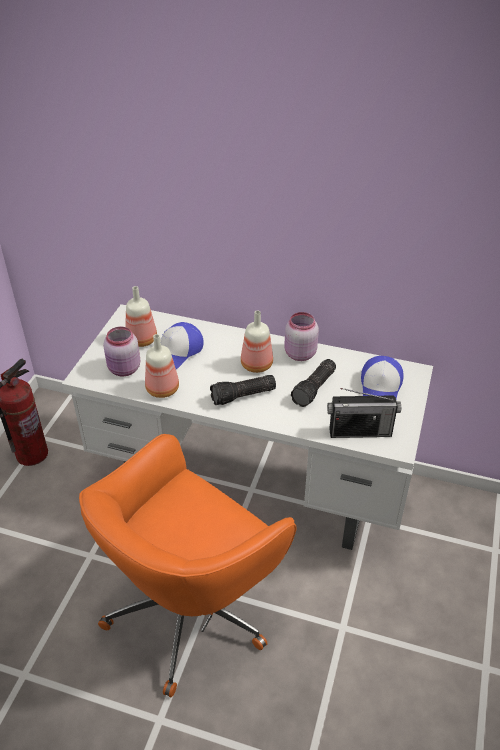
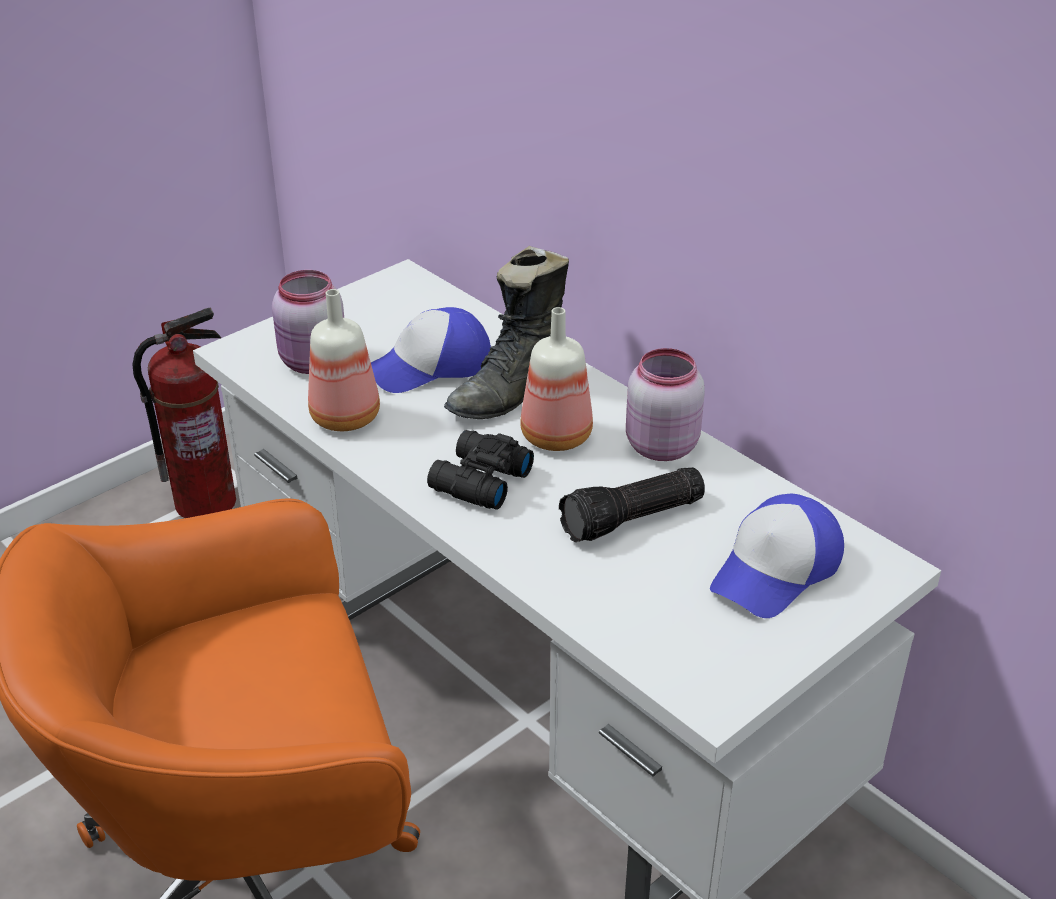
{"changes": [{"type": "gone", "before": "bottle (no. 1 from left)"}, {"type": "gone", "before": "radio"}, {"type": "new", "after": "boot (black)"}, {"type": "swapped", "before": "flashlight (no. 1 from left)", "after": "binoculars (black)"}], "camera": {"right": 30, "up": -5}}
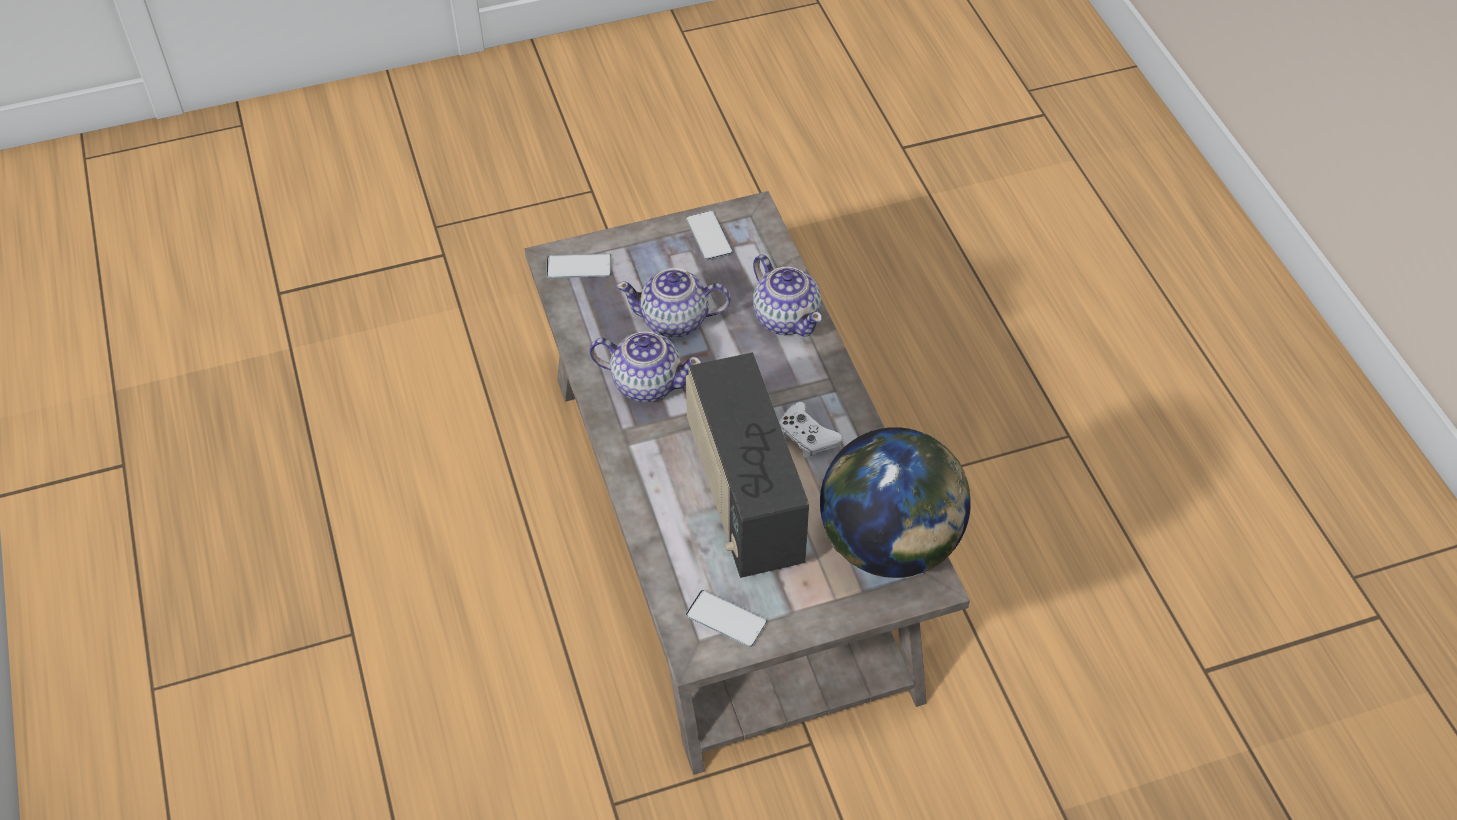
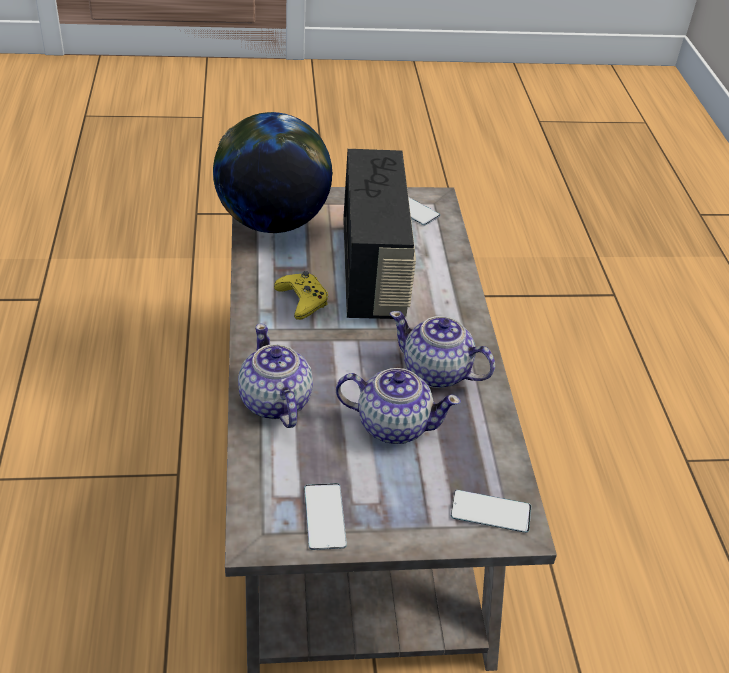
{"changes": [{"type": "repainted", "before": "game controller (white)", "after": "game controller (yellow)"}], "camera": {"right": -170, "up": -10}}
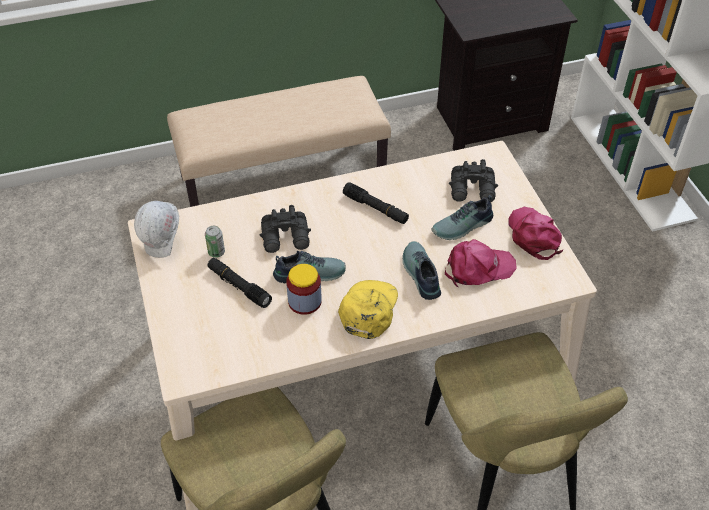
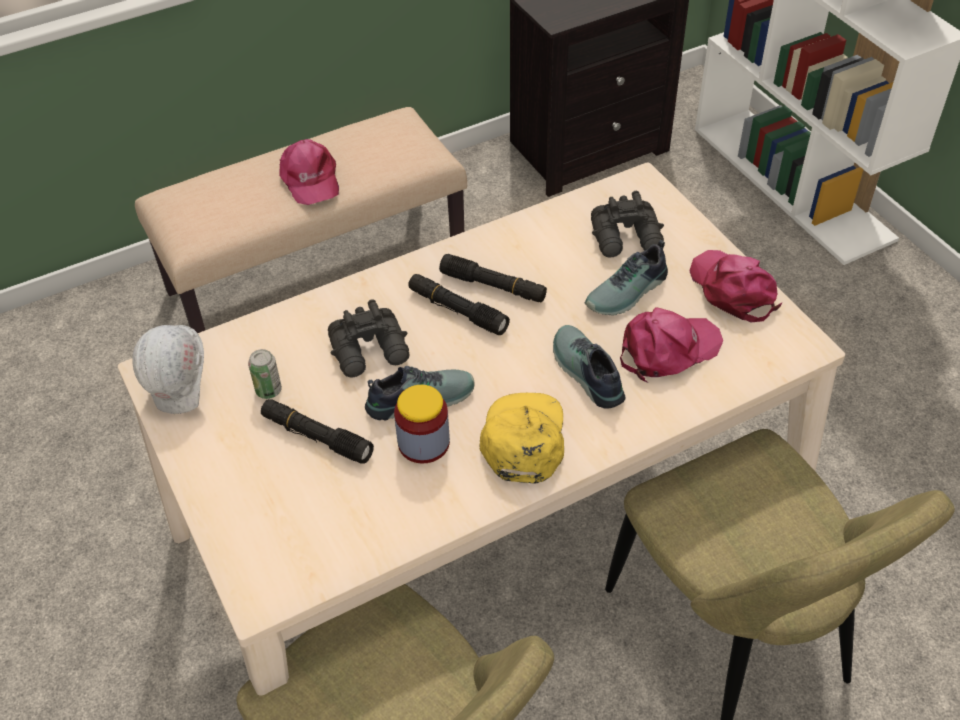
{"changes": [{"type": "new", "after": "cap (pink) (no. 1 from left)"}, {"type": "new", "after": "flashlight (black) (no. 2 from left)"}], "camera": {"right": -10, "up": 0}}
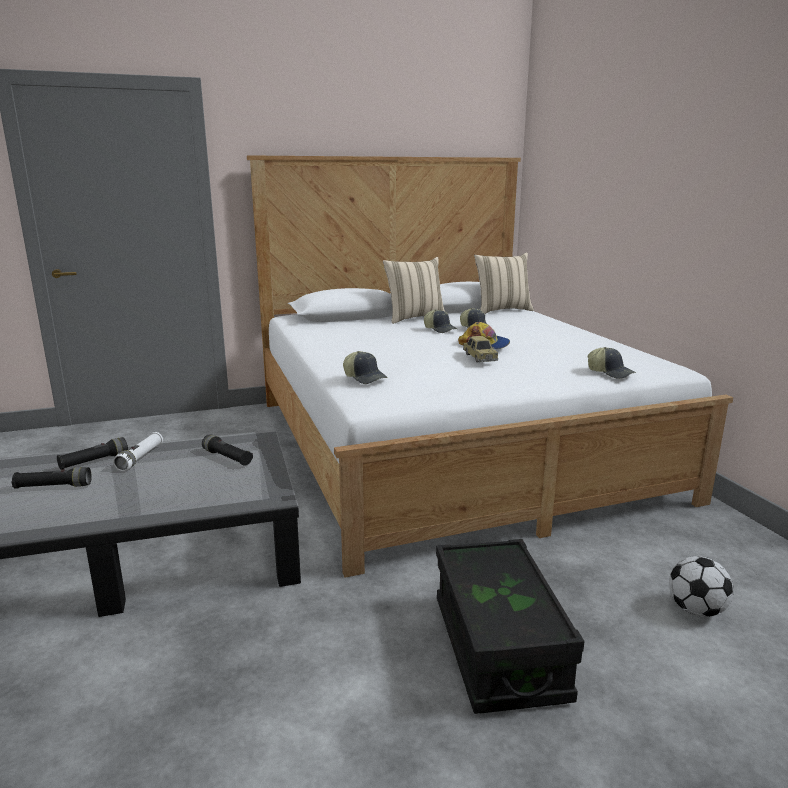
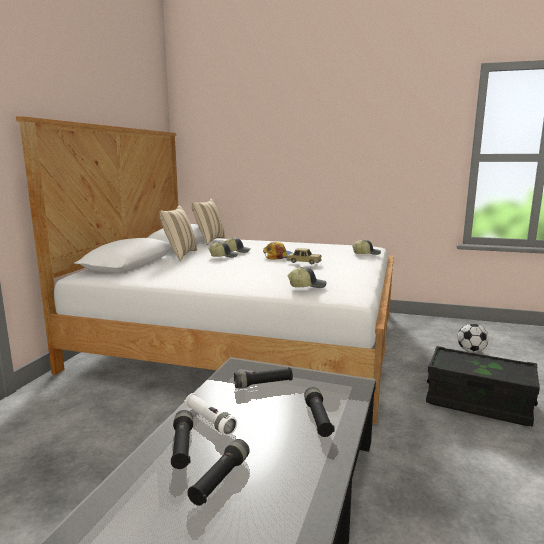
{"changes": [{"type": "new", "after": "flashlight (black) (no. 4 from left)"}], "camera": {"right": -55, "up": -5}}
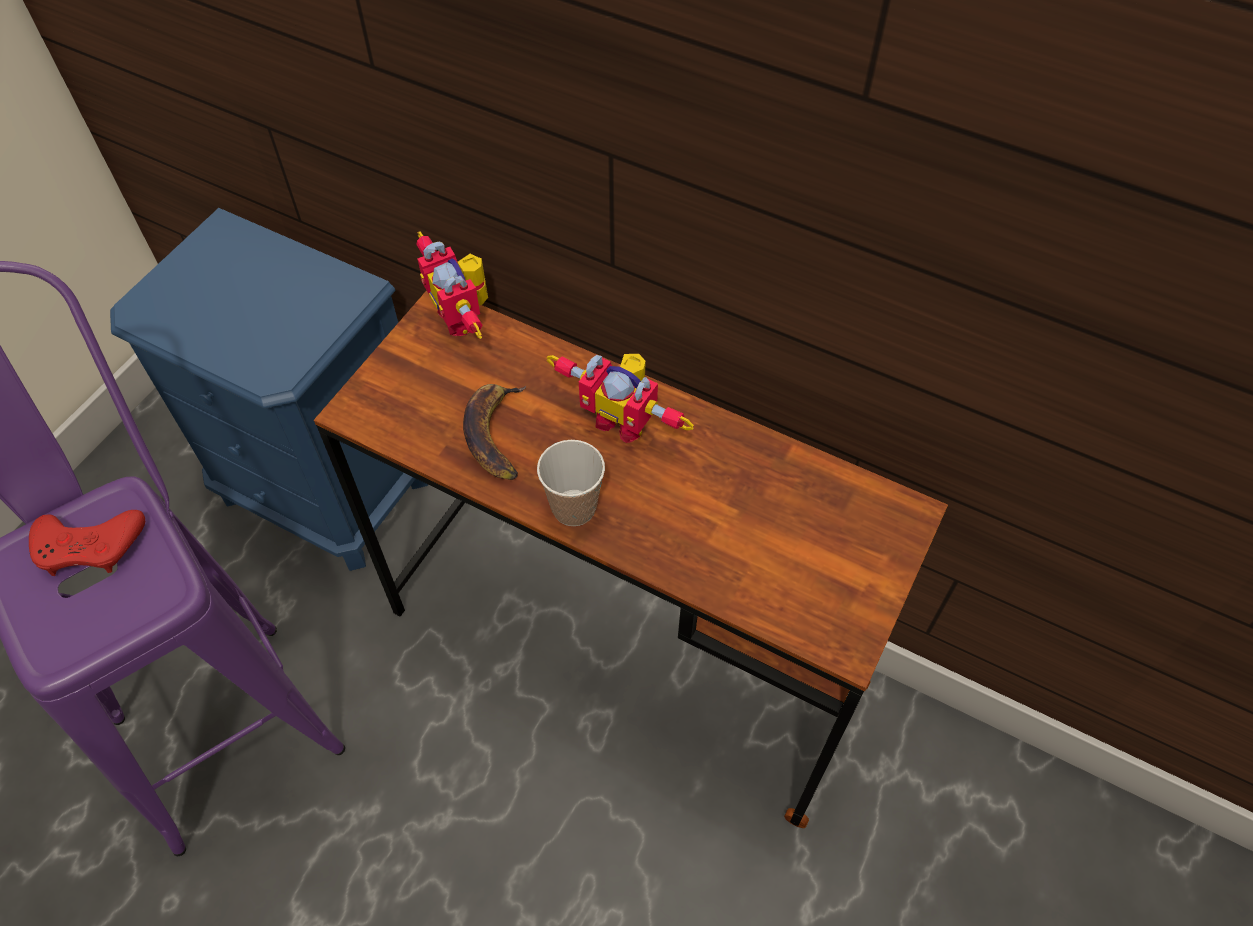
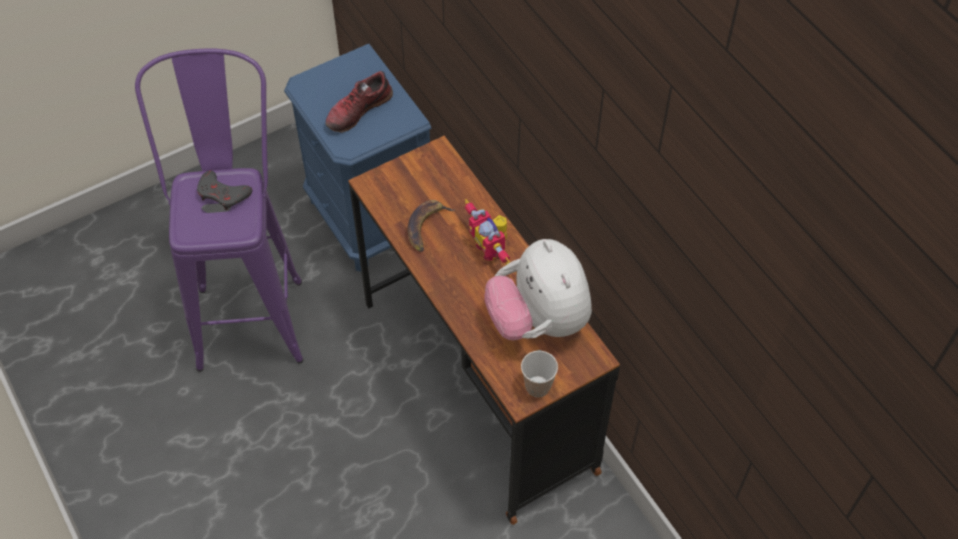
{"changes": [{"type": "gone", "before": "toy robot (no. 1 from left)"}, {"type": "new", "after": "shoe"}, {"type": "new", "after": "plush toy"}, {"type": "shifted", "before": "cup"}, {"type": "repainted", "before": "game controller (red)", "after": "game controller (grey)"}], "camera": {"right": 30, "up": 0}}
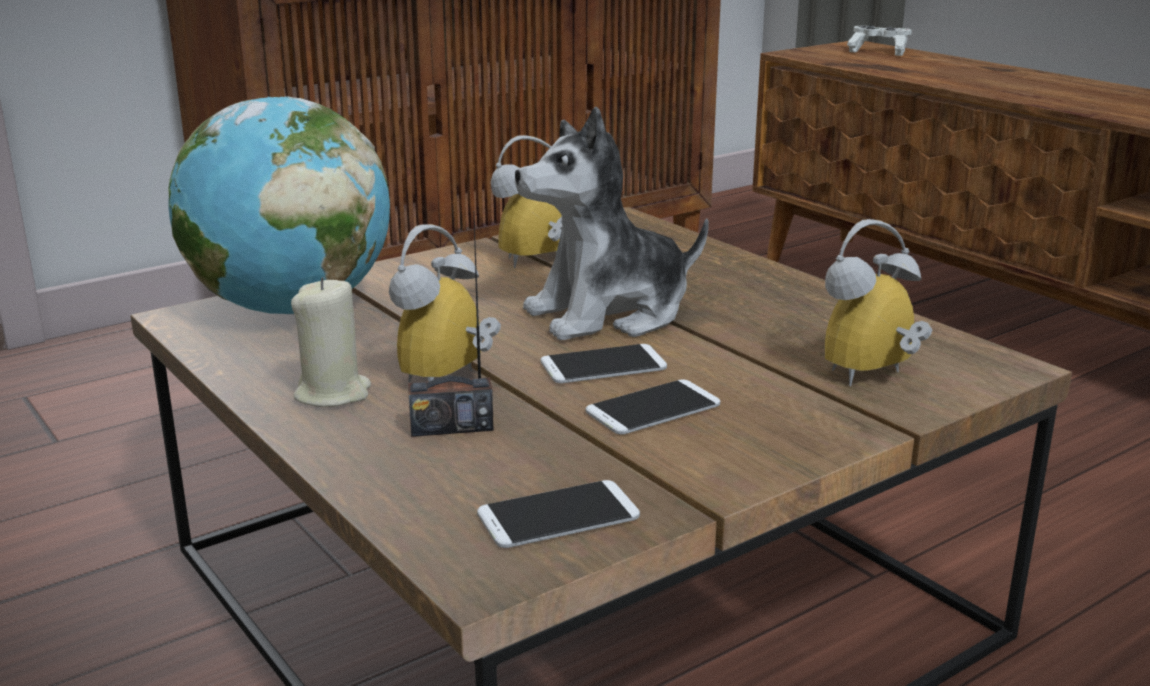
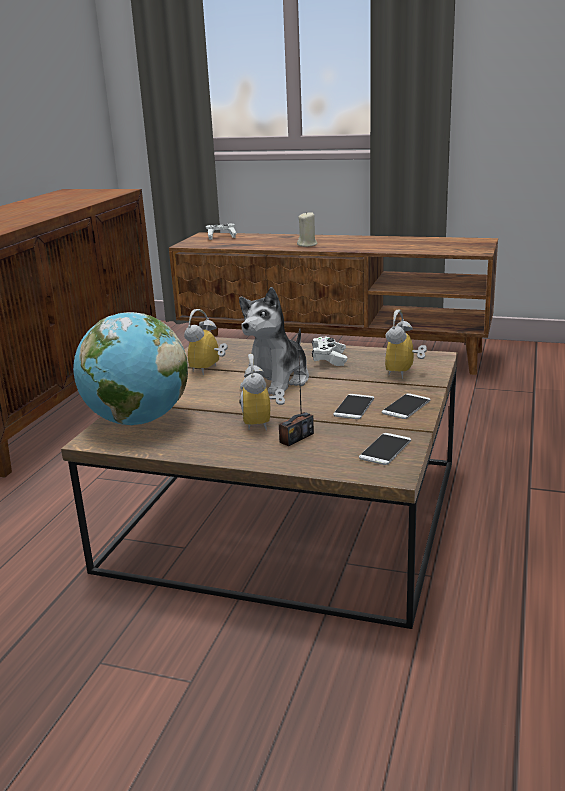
{"changes": [{"type": "new", "after": "game controller (white) (no. 2 from left)"}, {"type": "shifted", "before": "candle (beige)"}, {"type": "shifted", "before": "phone (no. 2 from left in the first image)", "after": "phone (no. 3 from left)"}], "camera": {"right": -35, "up": 0}}
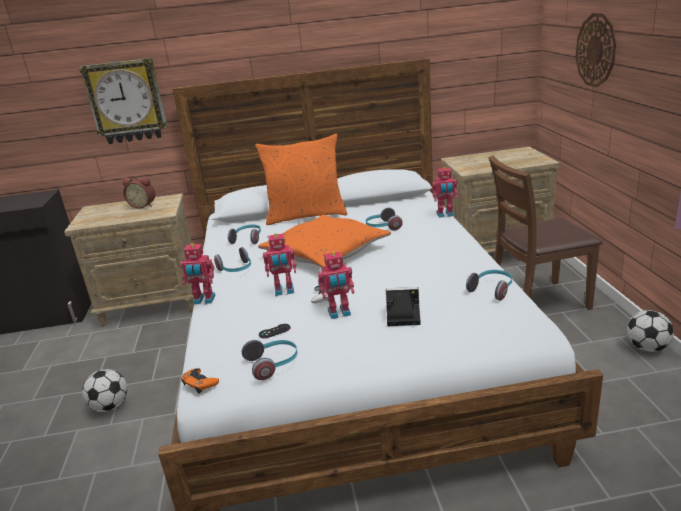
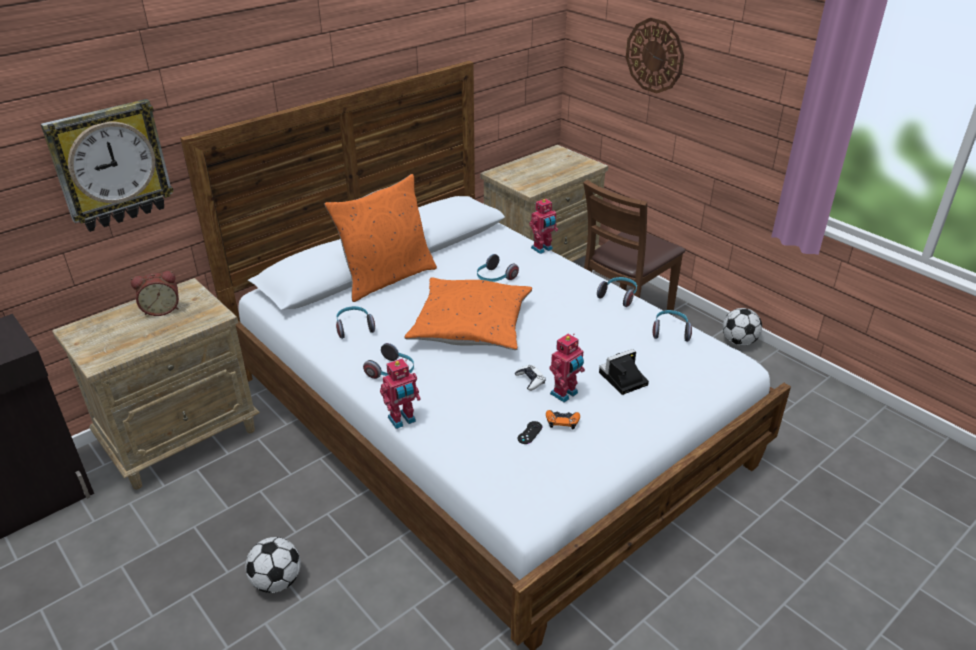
{"changes": [{"type": "gone", "before": "toy robot (no. 2 from left)"}, {"type": "shifted", "before": "game controller (orange)"}, {"type": "shifted", "before": "headphones (no. 3 from left in the first image)", "after": "headphones (no. 4 from left)"}], "camera": {"right": -35, "up": 10}}
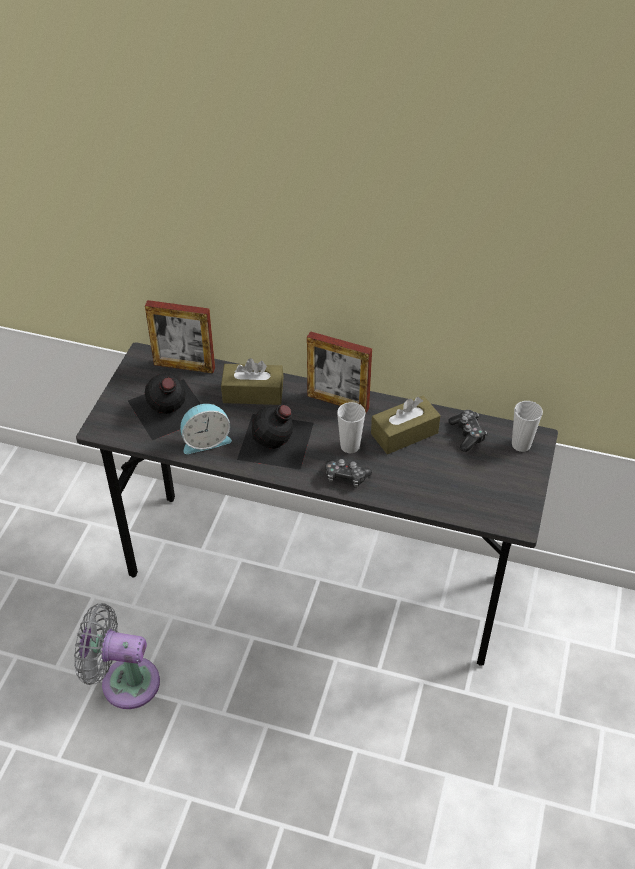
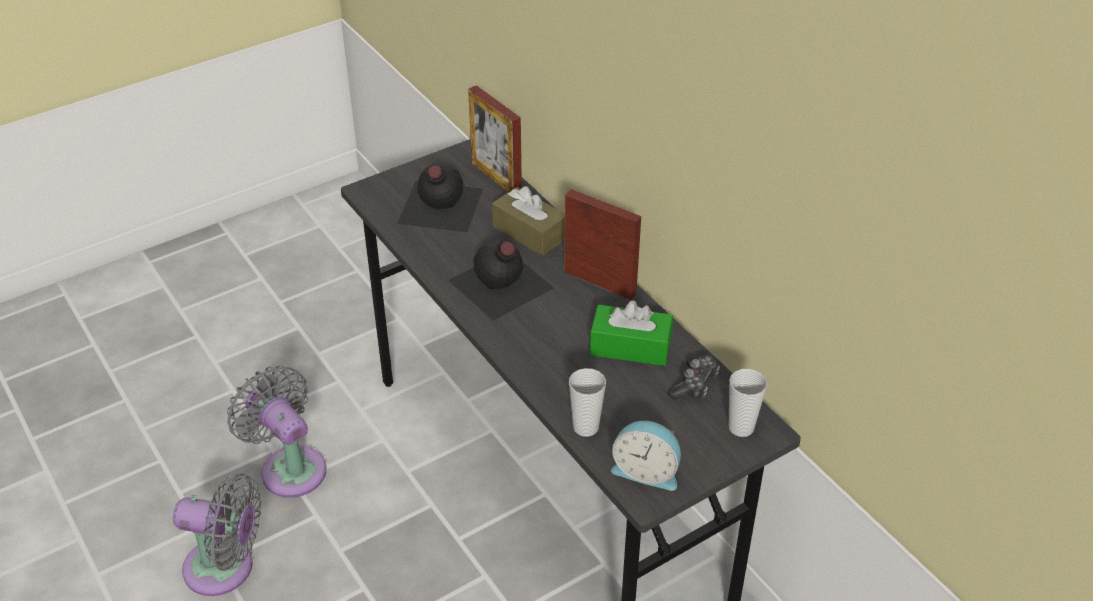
{"changes": [{"type": "gone", "before": "game controller (no. 1 from left)"}, {"type": "new", "after": "fan (grey) (no. 1 from left)"}, {"type": "shifted", "before": "alarm clock"}, {"type": "shifted", "before": "cup (no. 1 from left)"}, {"type": "repainted", "before": "tissue box (brown) (no. 2 from left)", "after": "tissue box (green)"}, {"type": "rotated", "before": "picture frame (no. 2 from left)", "turn": 150}], "camera": {"right": 40, "up": -5}}
